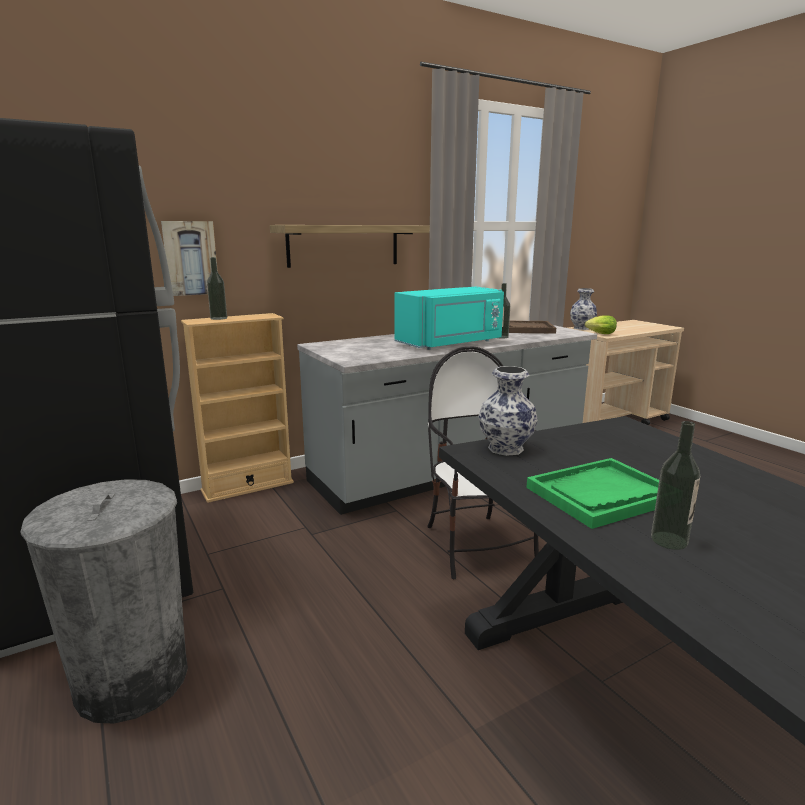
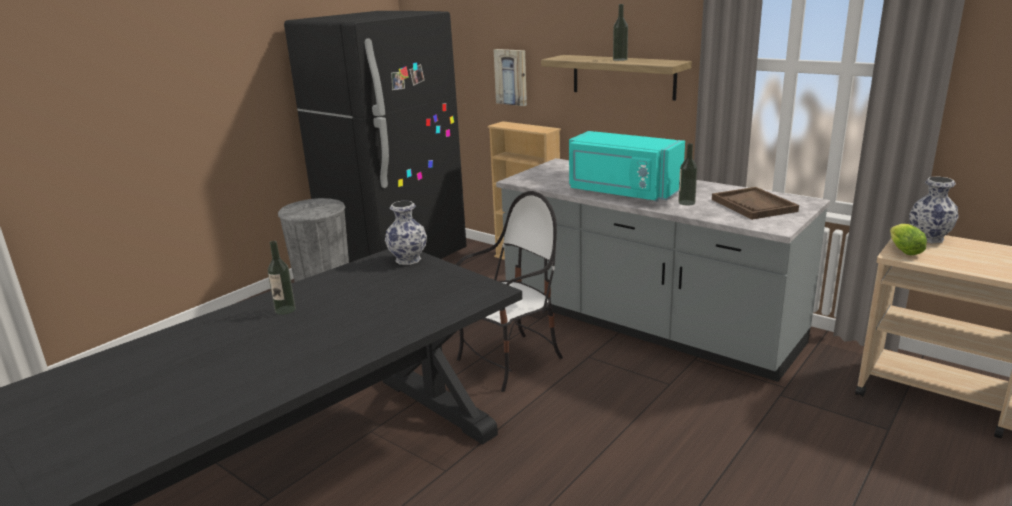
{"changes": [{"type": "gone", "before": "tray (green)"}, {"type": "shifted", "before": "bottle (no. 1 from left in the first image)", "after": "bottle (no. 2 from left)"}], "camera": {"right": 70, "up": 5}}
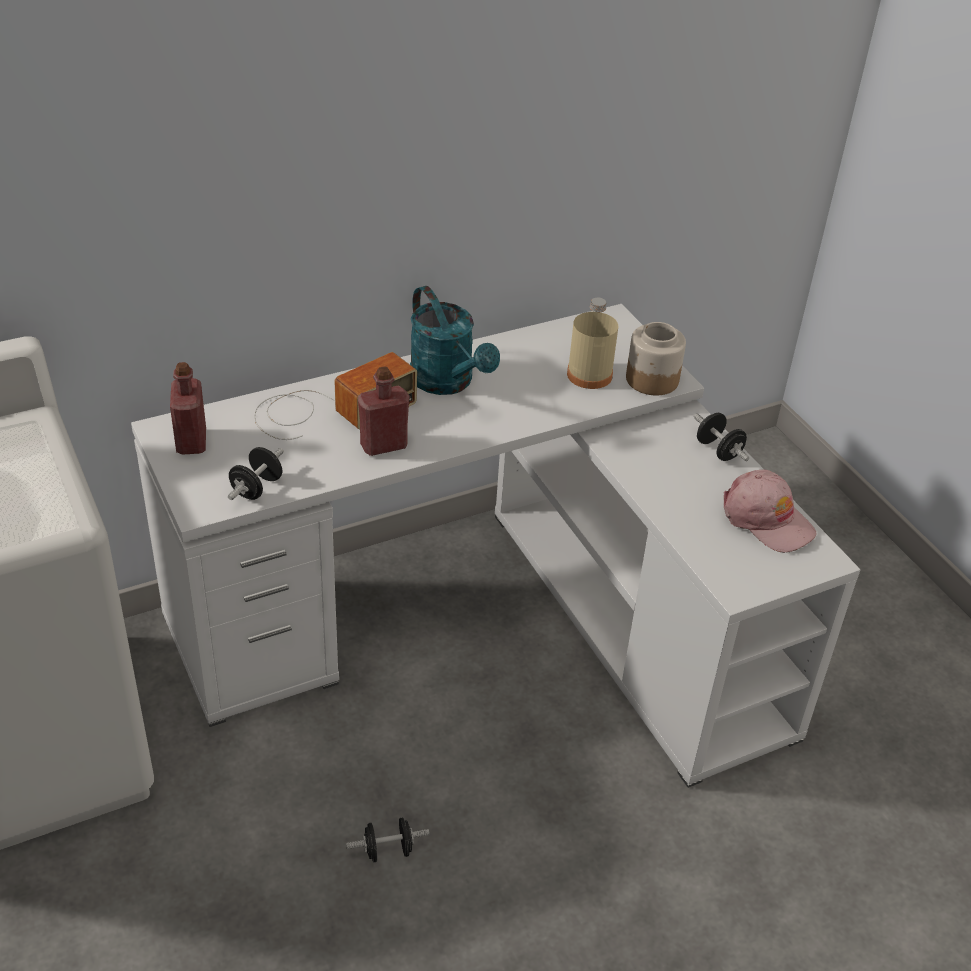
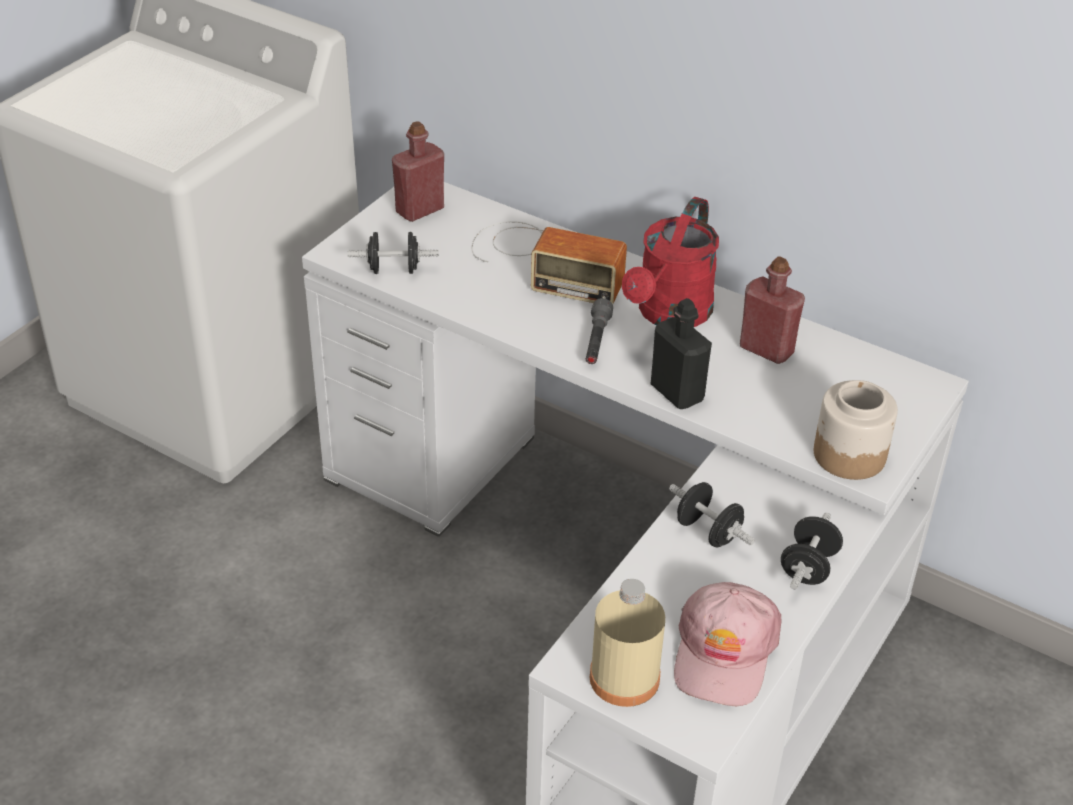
{"changes": [{"type": "new", "after": "flashlight (grey)"}, {"type": "new", "after": "bottle (black)"}, {"type": "shifted", "before": "dumbbell (black) (no. 2 from left)"}, {"type": "shifted", "before": "bottle (red) (no. 2 from left)"}, {"type": "shifted", "before": "bottle (beige)"}, {"type": "repainted", "before": "watering can (turquoise)", "after": "watering can (red)"}], "camera": {"right": 60, "up": 0}}
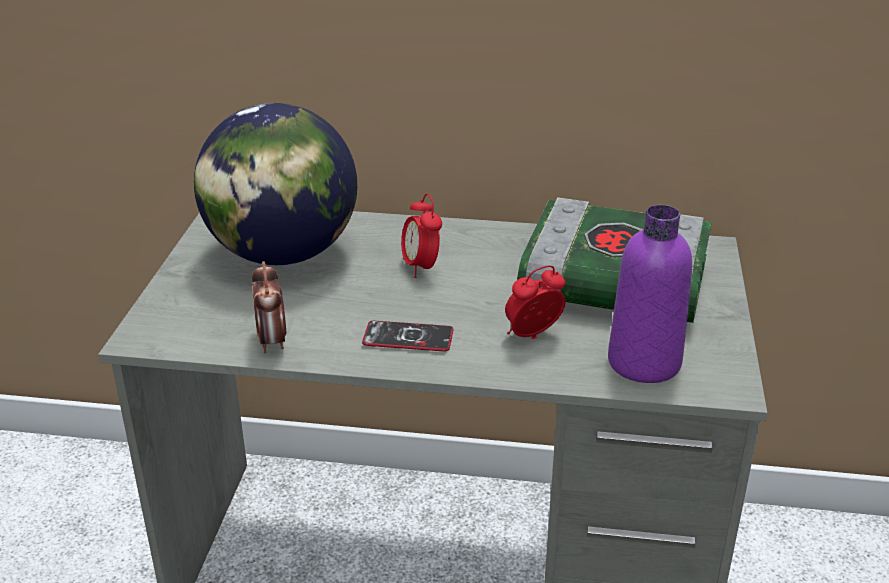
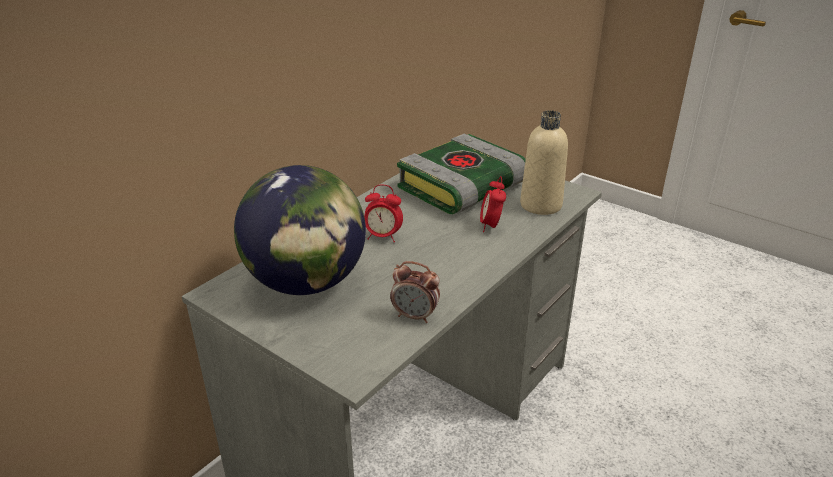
{"changes": [{"type": "gone", "before": "phone"}, {"type": "repainted", "before": "bottle (purple)", "after": "bottle (beige)"}], "camera": {"right": -60, "up": 0}}
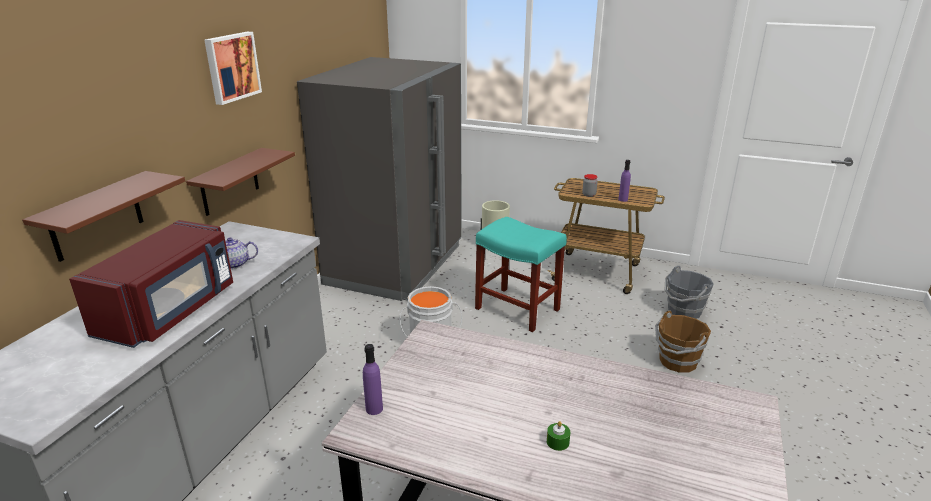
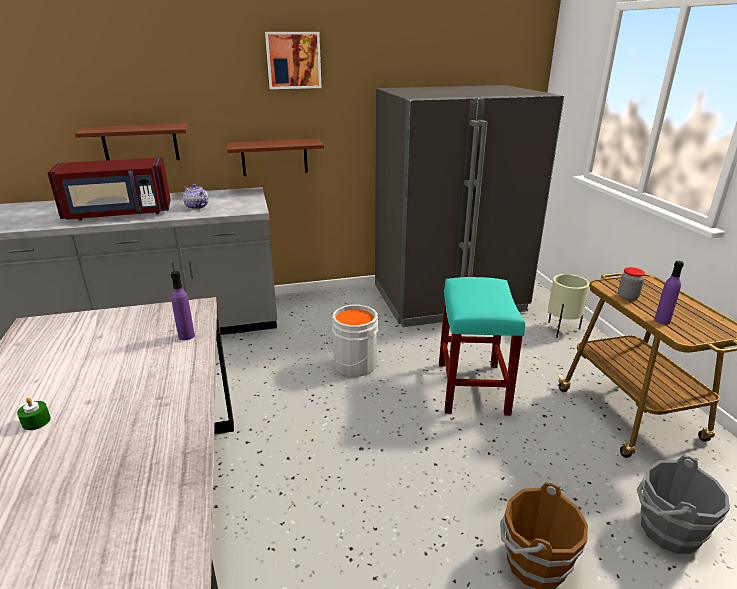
{"changes": [{"type": "shifted", "before": "bottle (purple) (no. 1 from left)"}], "camera": {"right": 55, "up": 0}}
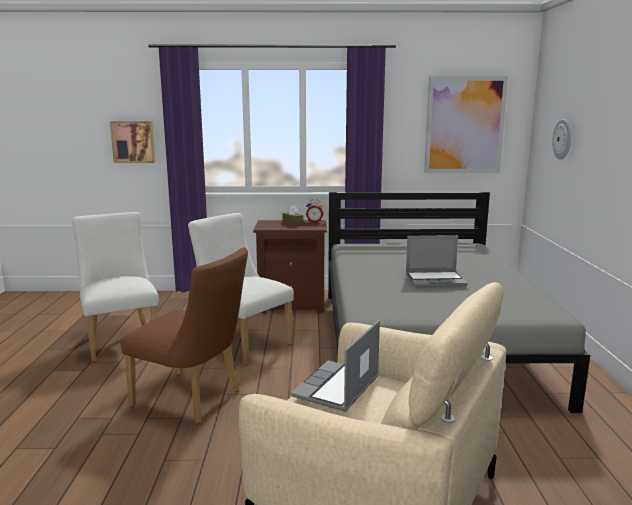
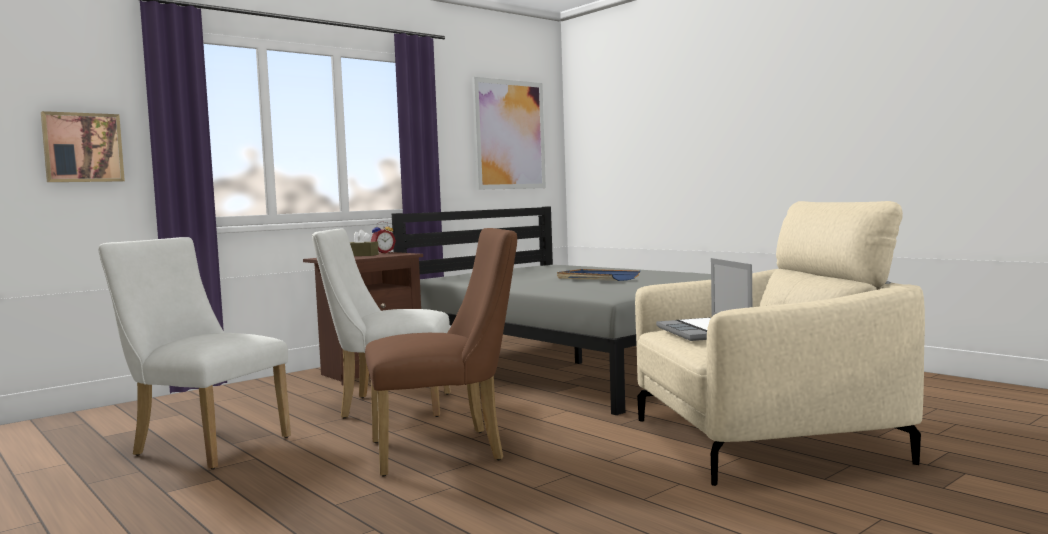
{"changes": [{"type": "gone", "before": "wall clock"}, {"type": "swapped", "before": "laptop (no. 2 from left)", "after": "tray (blue)"}], "camera": {"right": -40, "up": -10}}
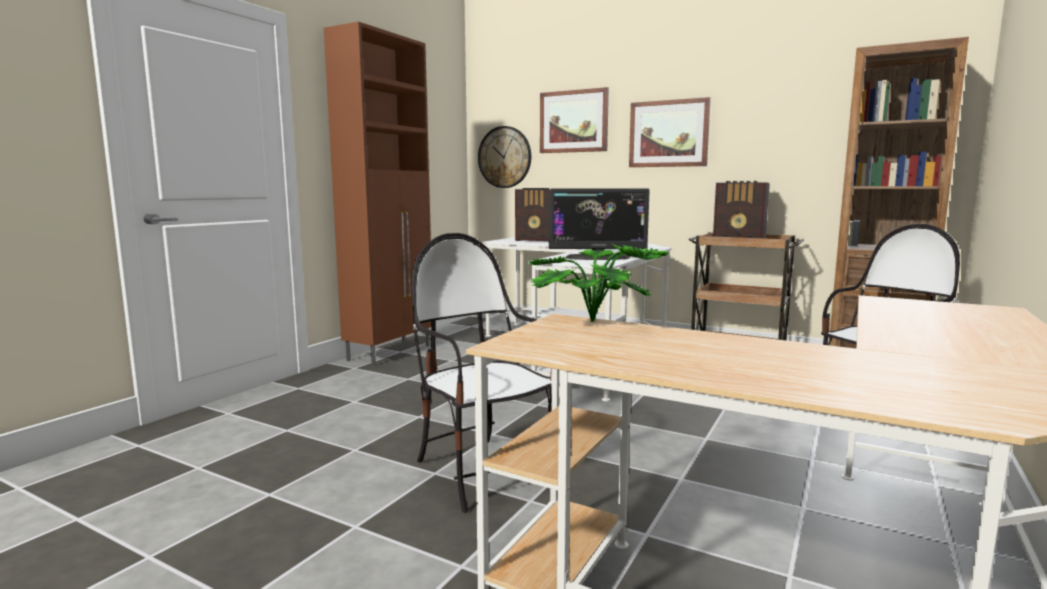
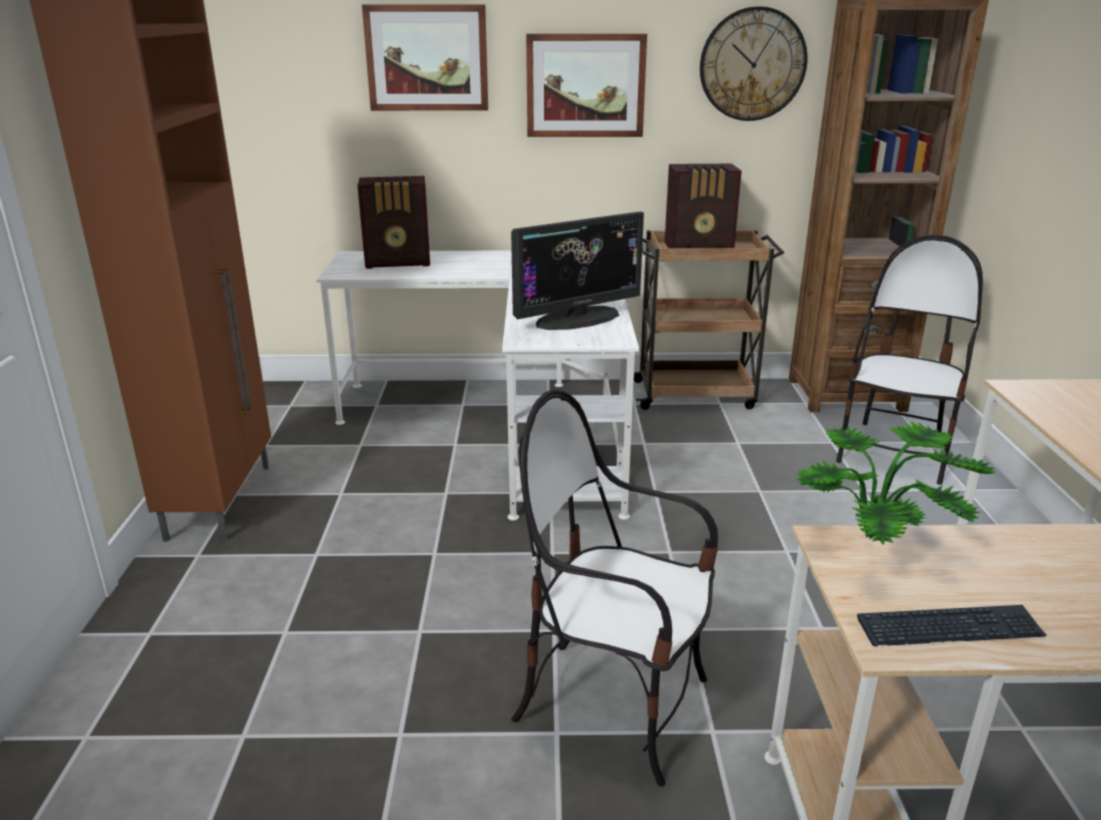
{"changes": [{"type": "new", "after": "keyboard"}, {"type": "shifted", "before": "wall clock"}], "camera": {"right": -30, "up": 15}}
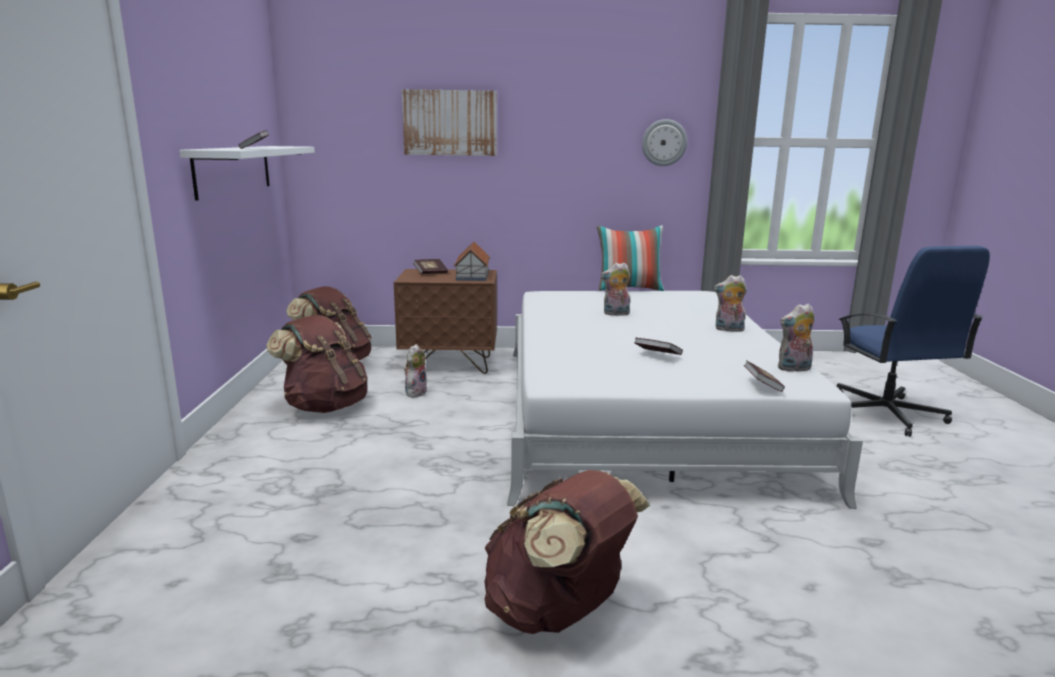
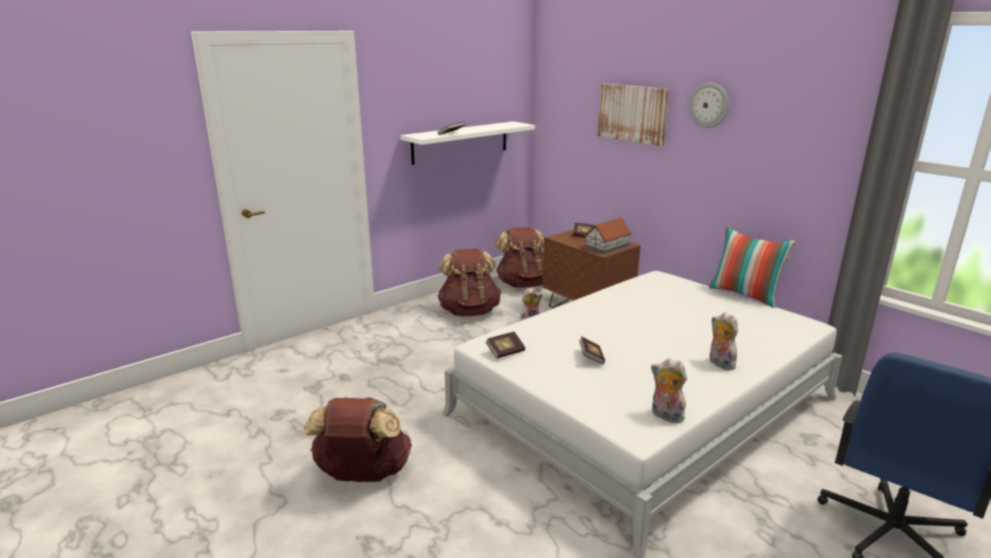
{"changes": [{"type": "gone", "before": "plush toy (no. 2 from left)"}, {"type": "shifted", "before": "wall clock"}, {"type": "shifted", "before": "book (no. 4 from left in the first image)", "after": "book (no. 2 from left)"}], "camera": {"right": 50, "up": 5}}
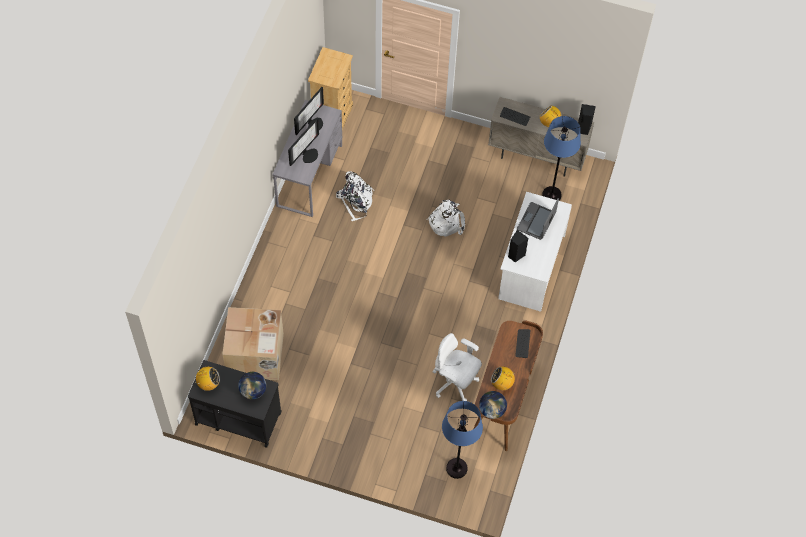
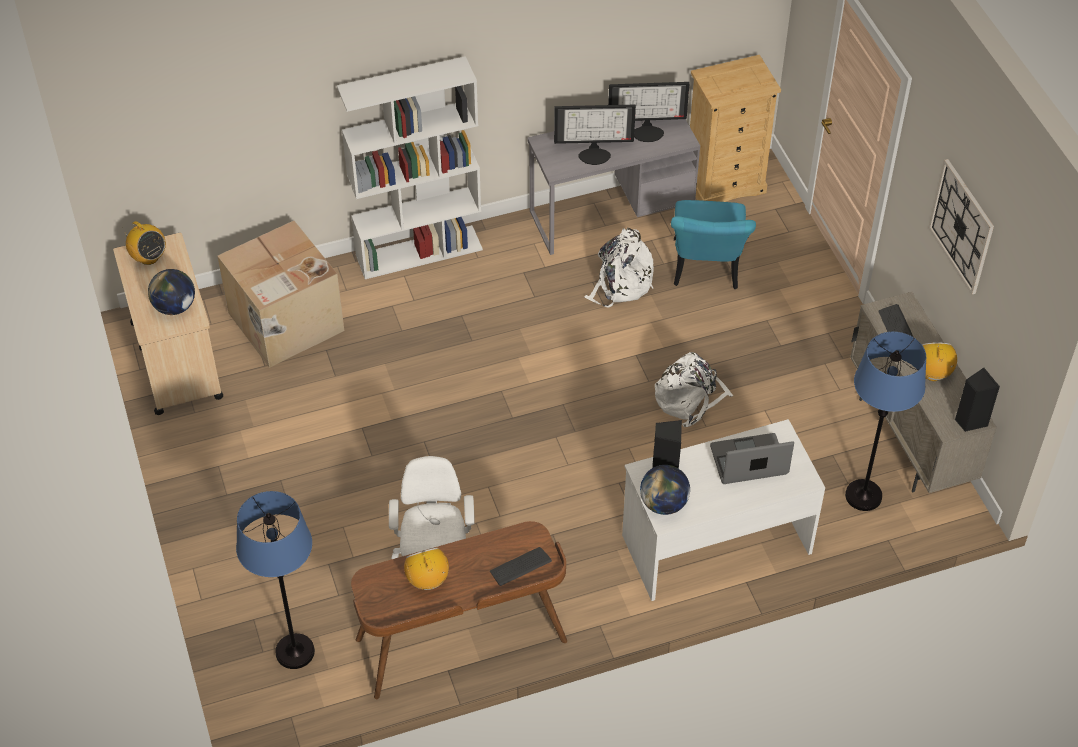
{"changes": [{"type": "new", "after": "bookcase (white)"}, {"type": "new", "after": "chair (turquoise)"}, {"type": "new", "after": "wall clock"}, {"type": "shifted", "before": "globe (no. 2 from left)"}, {"type": "repainted", "before": "cart (black)", "after": "cart (beige)"}], "camera": {"right": 55, "up": -10}}
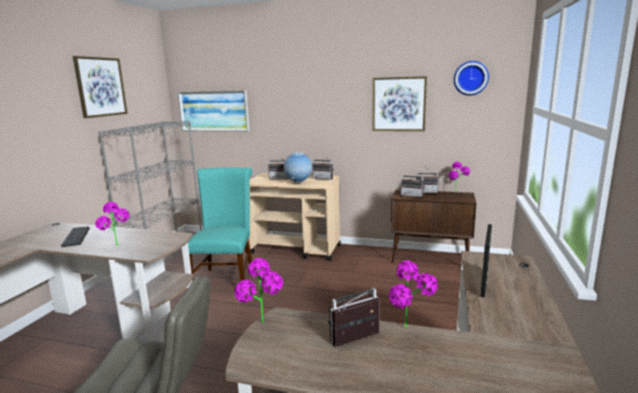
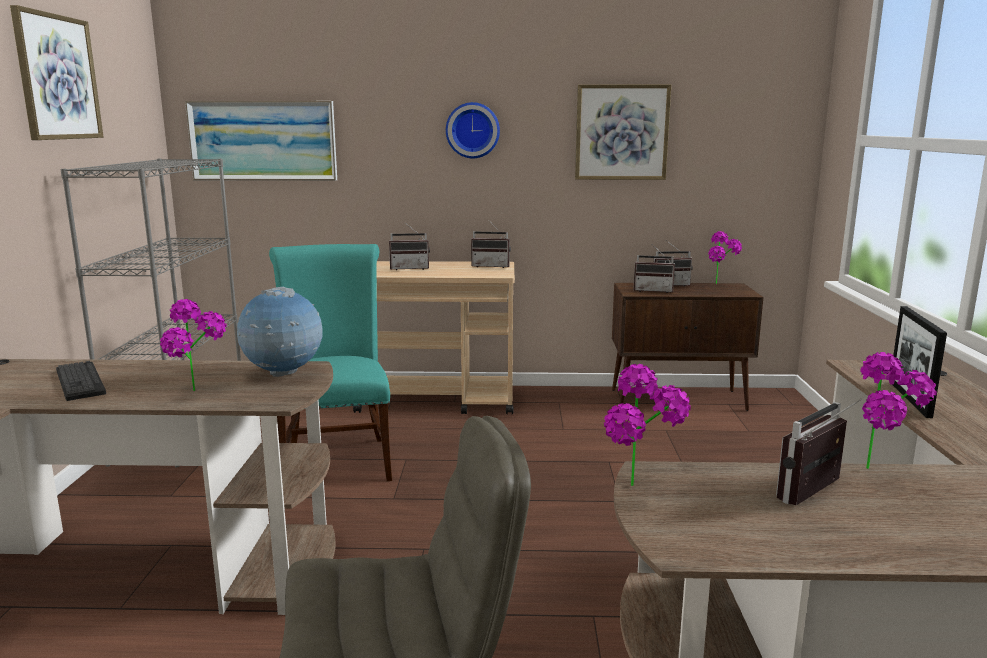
{"changes": [{"type": "shifted", "before": "globe"}, {"type": "shifted", "before": "wall clock"}], "camera": {"right": -15, "up": 0}}
